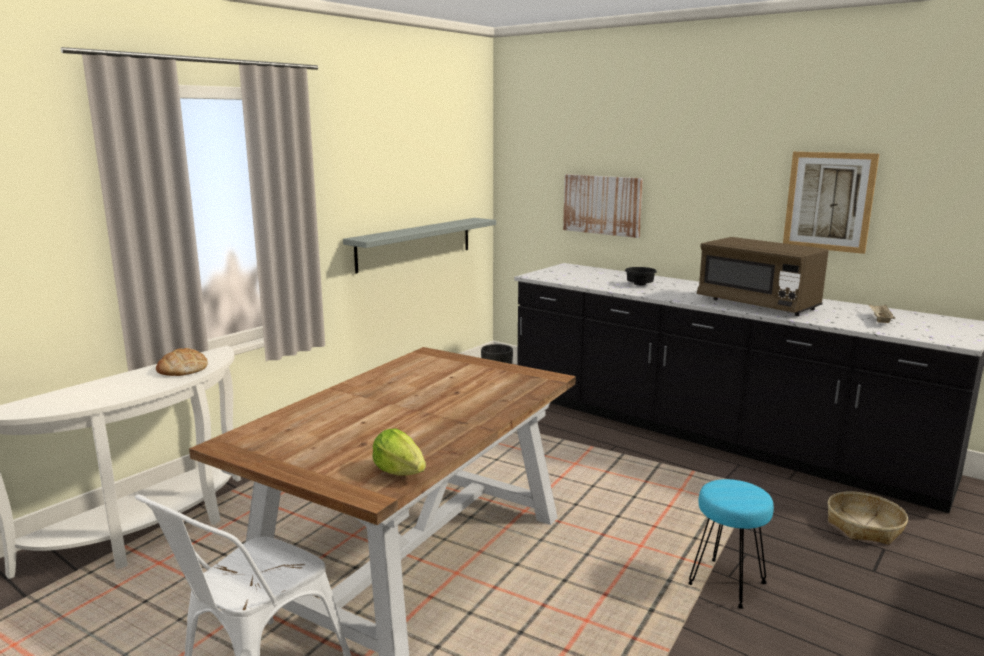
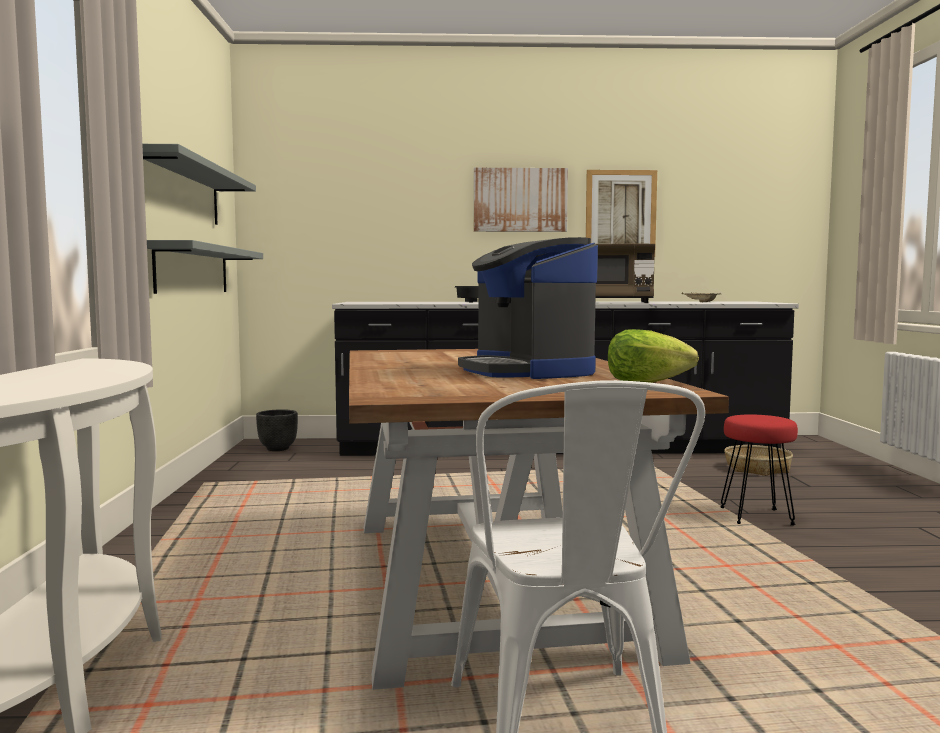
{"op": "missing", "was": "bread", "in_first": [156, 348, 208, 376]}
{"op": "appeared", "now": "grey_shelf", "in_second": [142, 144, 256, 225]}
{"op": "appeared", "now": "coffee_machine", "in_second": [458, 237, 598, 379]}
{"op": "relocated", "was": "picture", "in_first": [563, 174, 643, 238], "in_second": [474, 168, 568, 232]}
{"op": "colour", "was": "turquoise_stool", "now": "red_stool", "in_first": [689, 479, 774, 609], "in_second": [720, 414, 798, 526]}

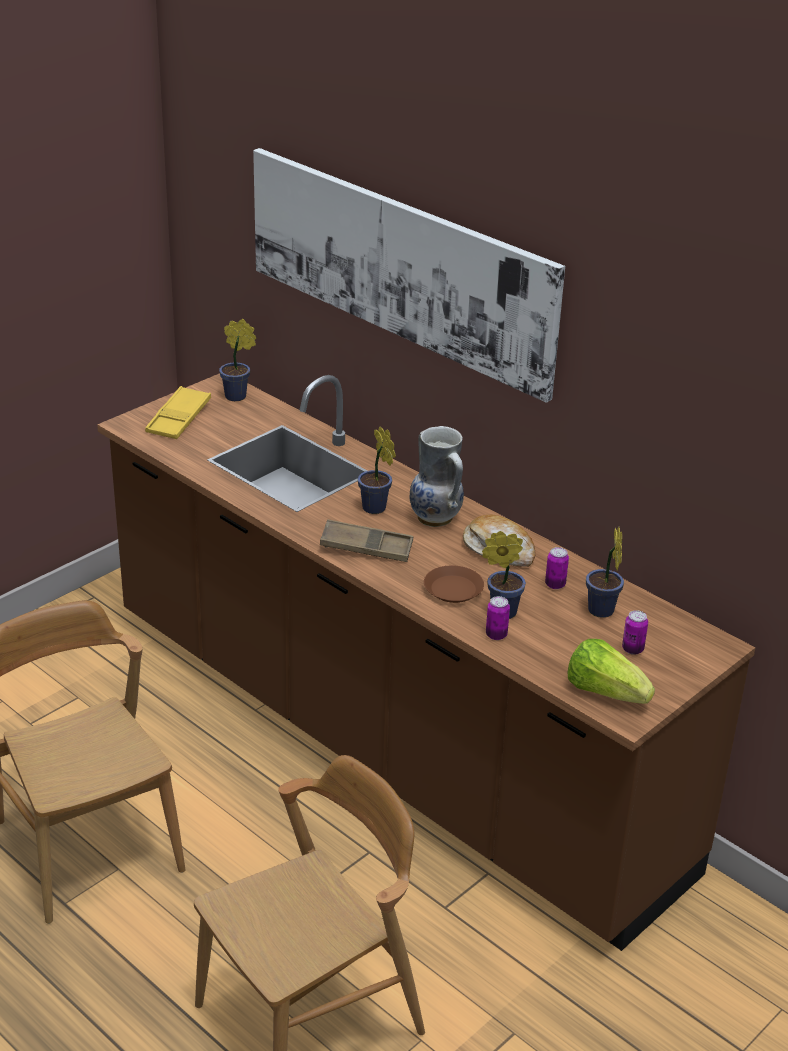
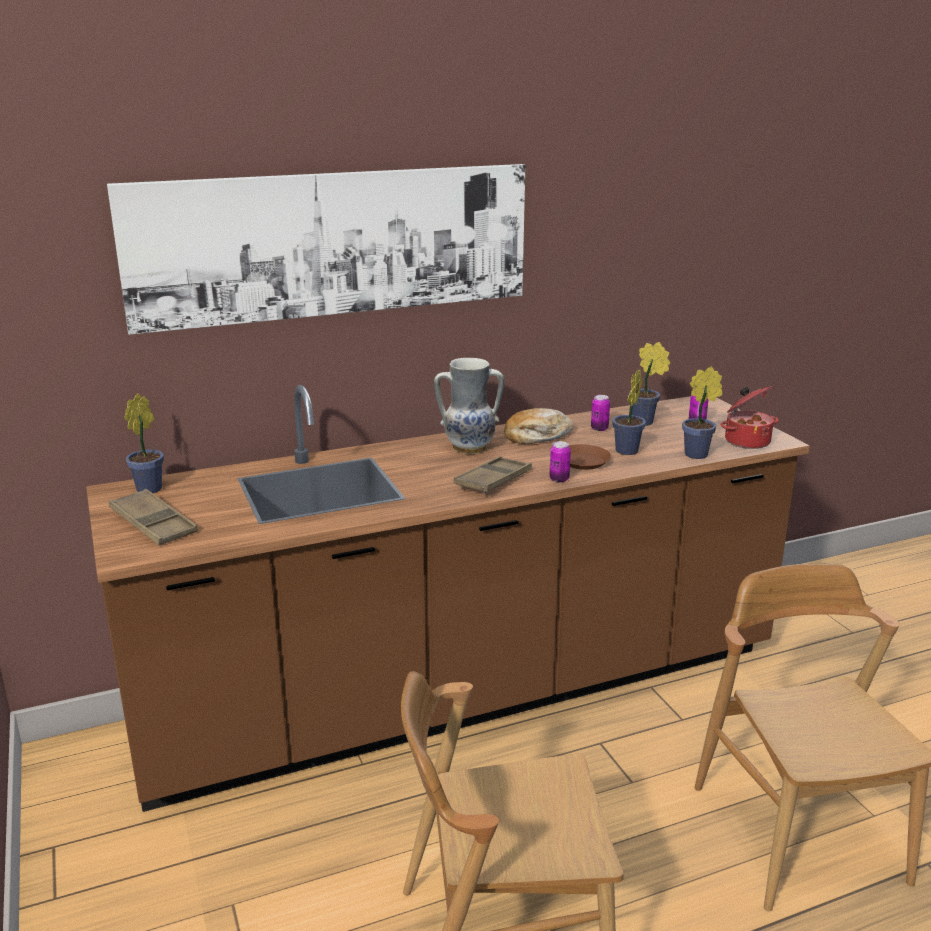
{"op": "relocated", "was": "potted_plant", "in_first": [358, 426, 396, 514], "in_second": [682, 366, 722, 459]}
{"op": "relocated", "was": "can", "in_first": [486, 596, 510, 640], "in_second": [549, 441, 571, 483]}
{"op": "exchanged", "was": "lettuce", "now": "cooking_pot", "in_first": [567, 639, 655, 704], "in_second": [720, 386, 778, 449]}
{"op": "colour", "was": "yellow_tray", "now": "brown_tray", "in_first": [145, 386, 211, 439], "in_second": [109, 489, 198, 545]}

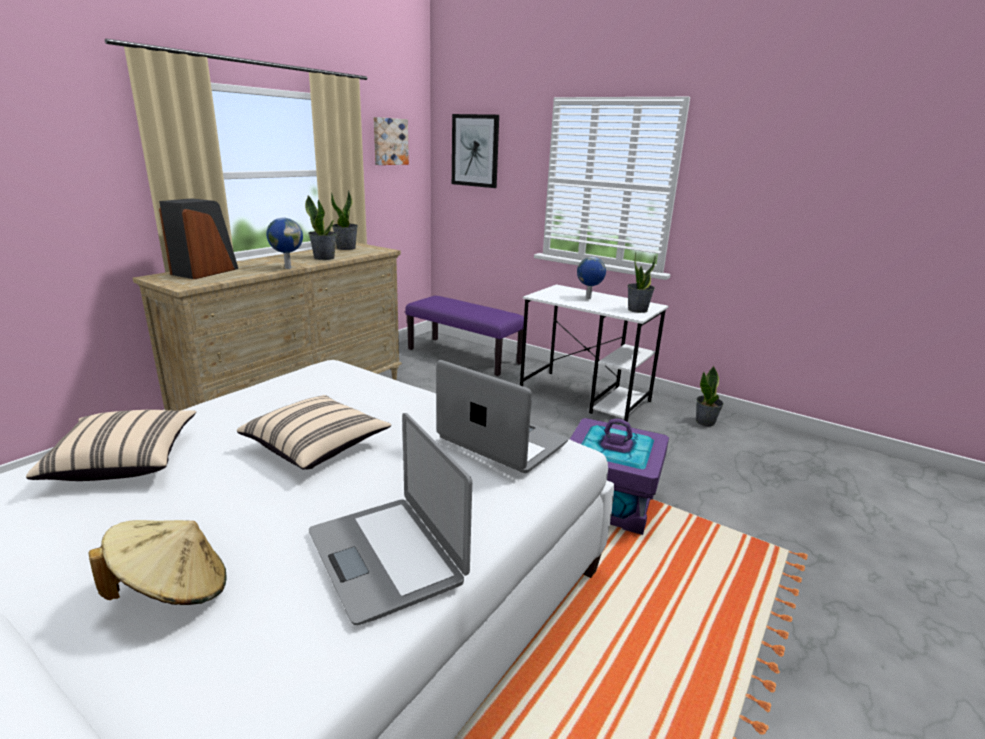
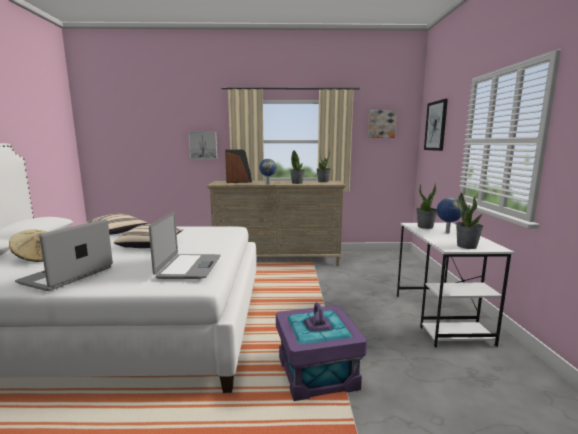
{"op": "missing", "was": "purple_bench", "in_first": [405, 296, 524, 376]}
{"op": "appeared", "now": "picture", "in_second": [188, 132, 217, 159]}
{"op": "relocated", "was": "potted_plant", "in_first": [696, 366, 724, 426], "in_second": [417, 183, 437, 229]}

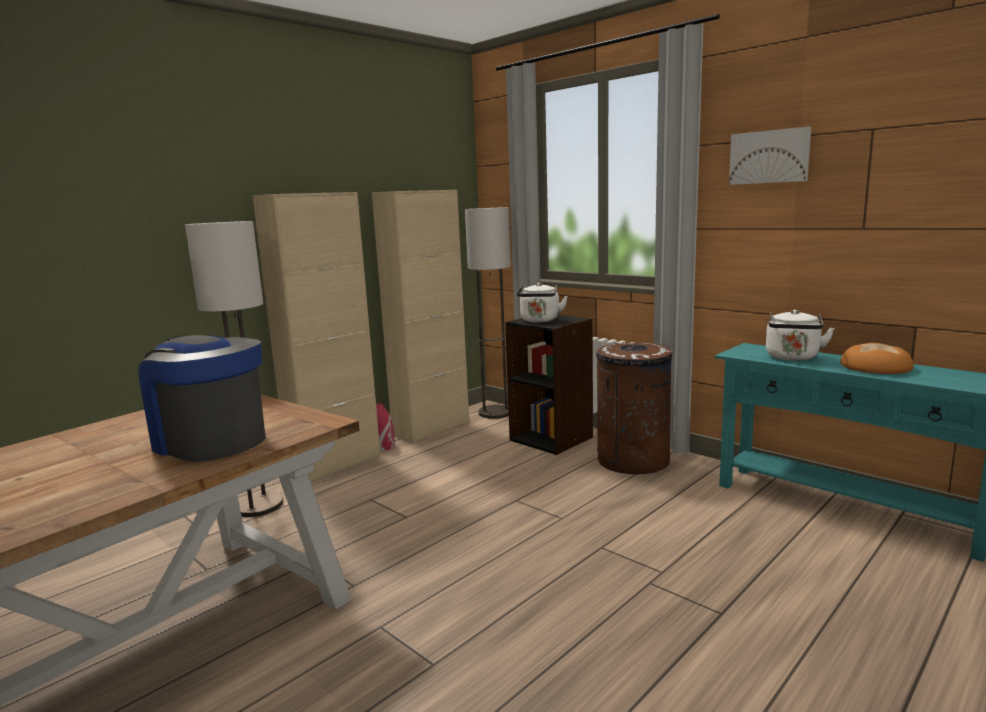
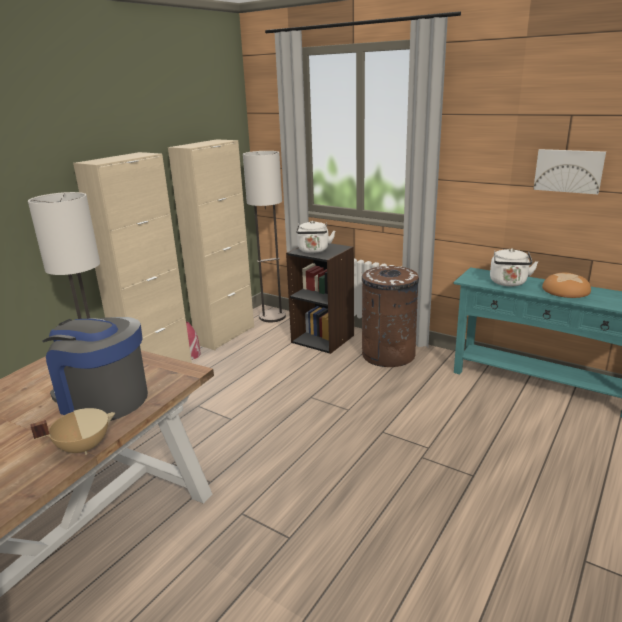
{"op": "appeared", "now": "beige_cooking_pot", "in_second": [30, 408, 115, 455]}
{"op": "relocated", "was": "picture", "in_first": [729, 127, 811, 185], "in_second": [533, 149, 606, 194]}

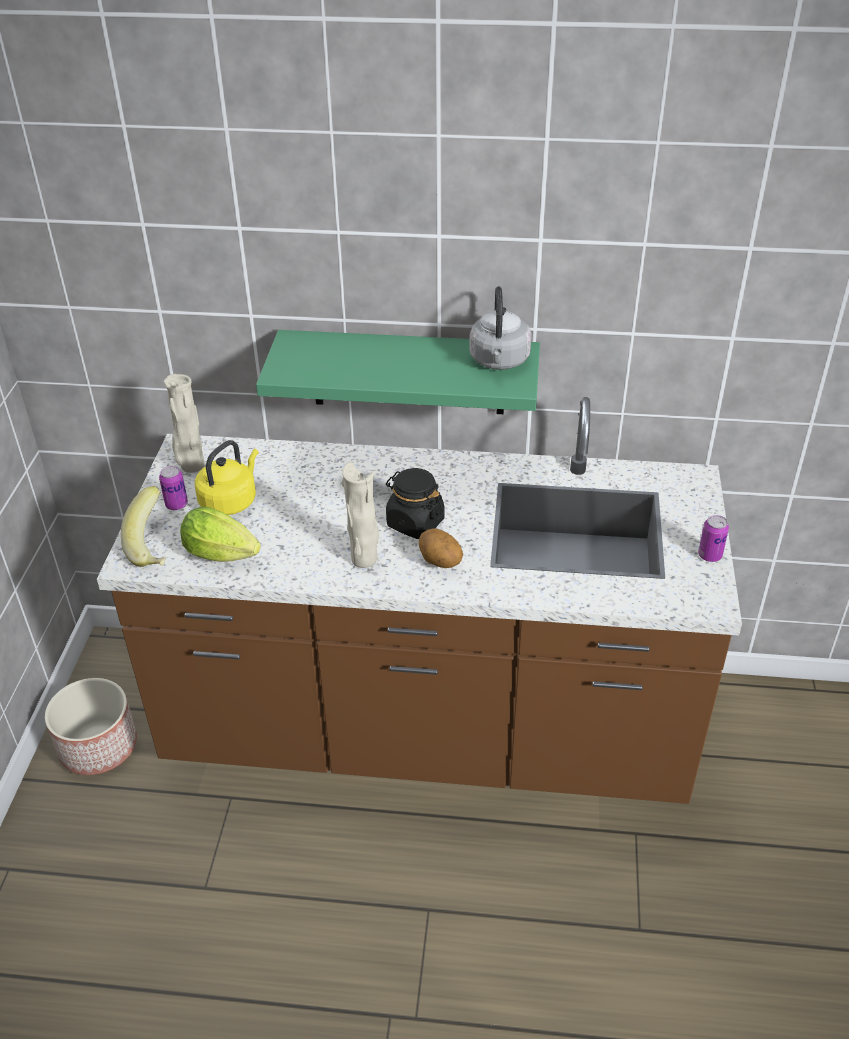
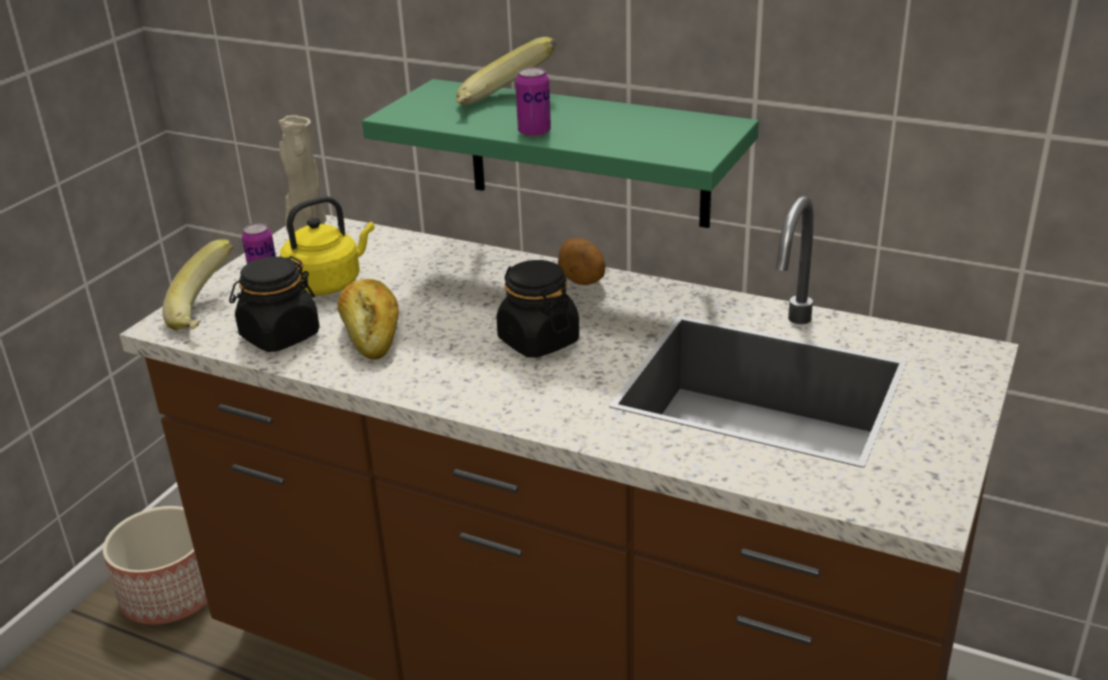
{"op": "missing", "was": "beige_vase", "in_first": [341, 462, 379, 568]}
{"op": "missing", "was": "grey_kettle", "in_first": [469, 286, 532, 370]}
{"op": "appeared", "now": "bread", "in_second": [337, 279, 399, 359]}
{"op": "appeared", "now": "banana", "in_second": [456, 37, 556, 105]}
{"op": "relocated", "was": "potato", "in_first": [419, 528, 463, 568], "in_second": [558, 238, 606, 285]}
{"op": "relocated", "was": "can", "in_first": [698, 515, 729, 562], "in_second": [515, 67, 551, 137]}
{"op": "exchanged", "was": "lettuce", "now": "black_jar", "in_first": [180, 507, 261, 562], "in_second": [229, 256, 320, 352]}

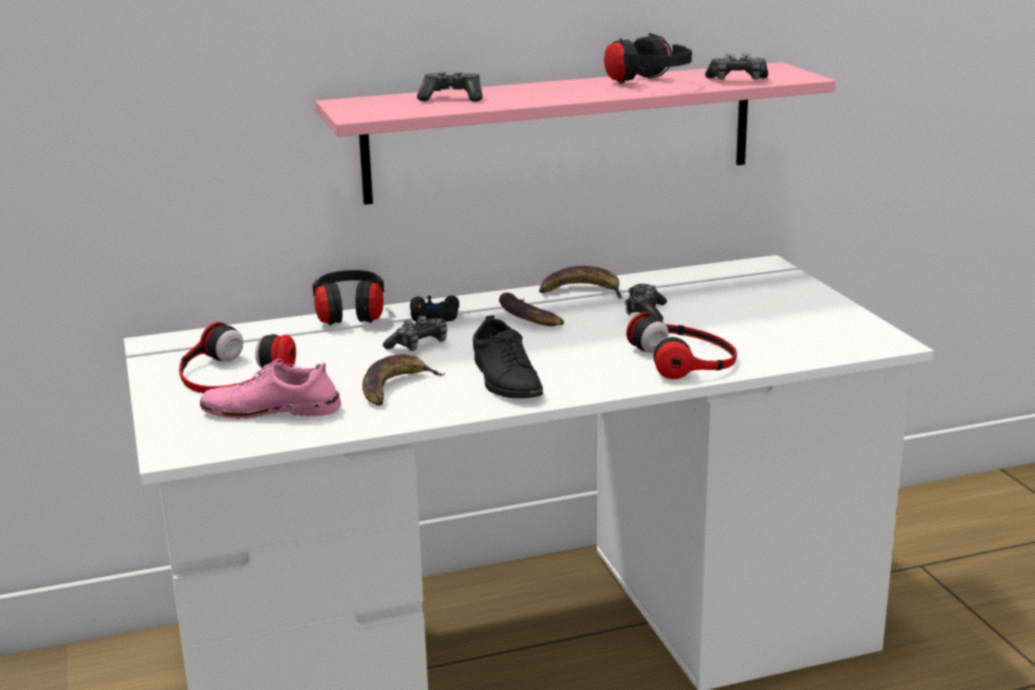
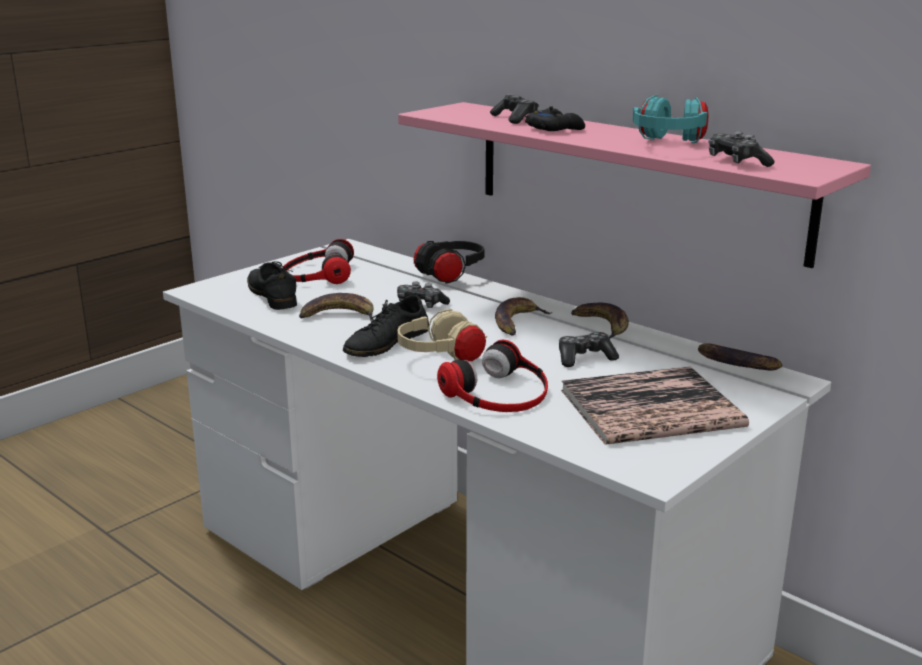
{"op": "appeared", "now": "beige_headphones", "in_second": [397, 309, 487, 361]}
{"op": "appeared", "now": "book", "in_second": [561, 366, 749, 445]}
{"op": "appeared", "now": "banana", "in_second": [698, 343, 782, 370]}
{"op": "relocated", "was": "black_game_controller", "in_first": [410, 296, 459, 321], "in_second": [525, 107, 585, 131]}
{"op": "colour", "was": "pink_shoe", "now": "black_shoe", "in_first": [200, 359, 341, 419], "in_second": [247, 261, 297, 310]}
{"op": "colour", "was": "black_headphones", "now": "turquoise_headphones", "in_first": [604, 34, 692, 84], "in_second": [633, 95, 708, 143]}

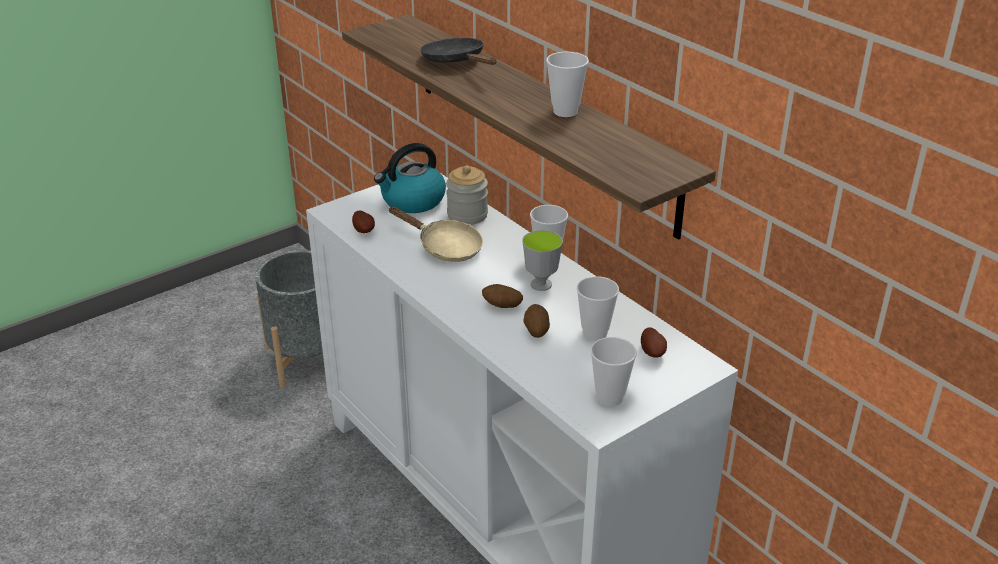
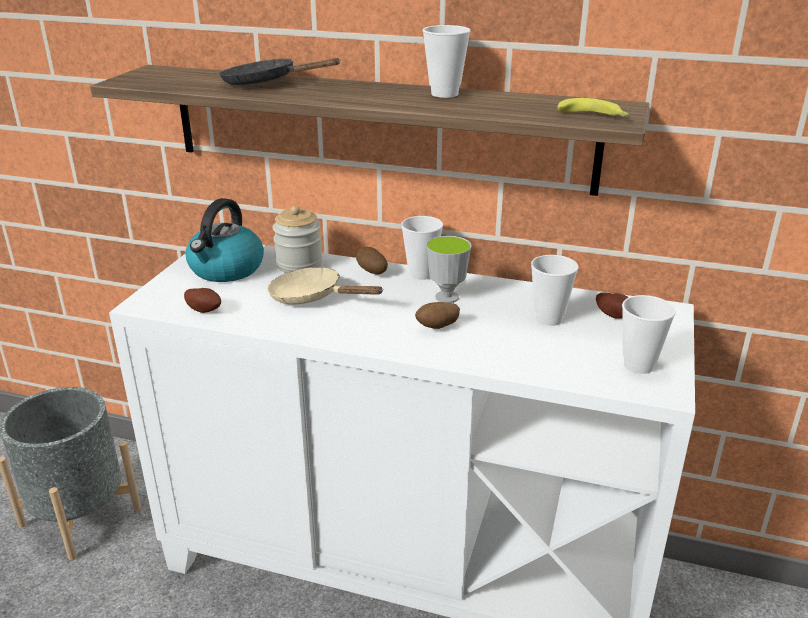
{"op": "appeared", "now": "banana", "in_second": [557, 98, 629, 117]}
{"op": "relocated", "was": "potato", "in_first": [524, 304, 550, 338], "in_second": [356, 247, 388, 275]}
{"op": "spun", "was": "beige_frying_pan", "in_first": [388, 206, 483, 262], "in_second": [267, 267, 384, 305], "clockwise": -150}

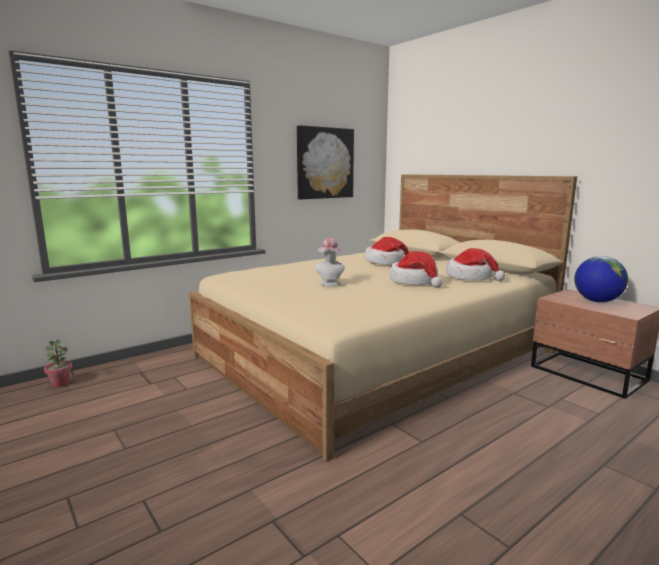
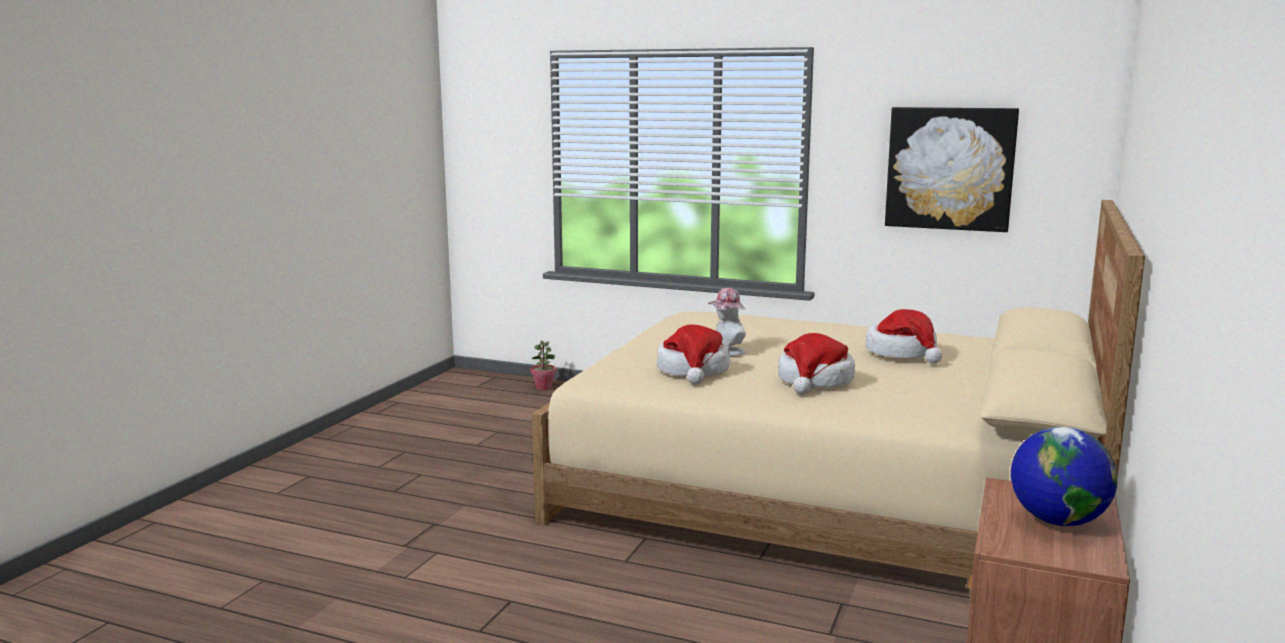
{"op": "relocated", "was": "hat", "in_first": [446, 248, 505, 281], "in_second": [657, 325, 730, 384]}

